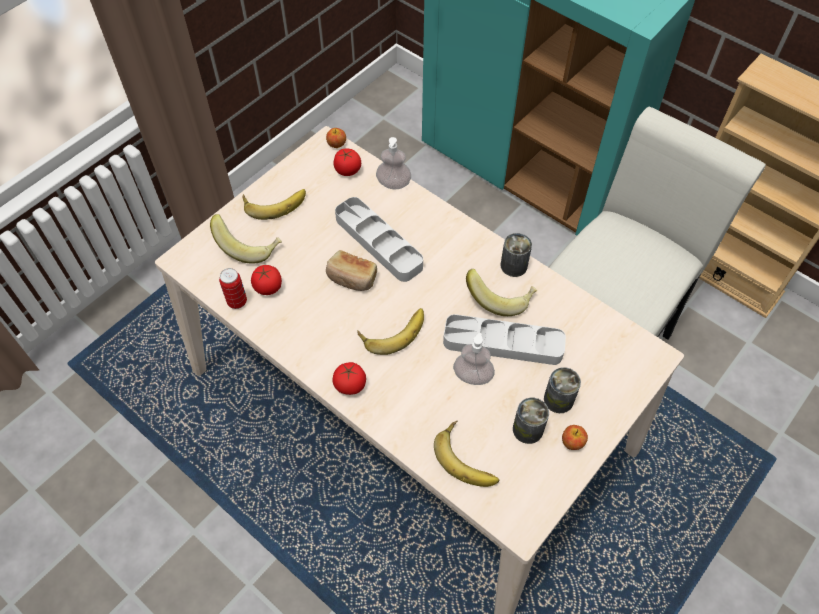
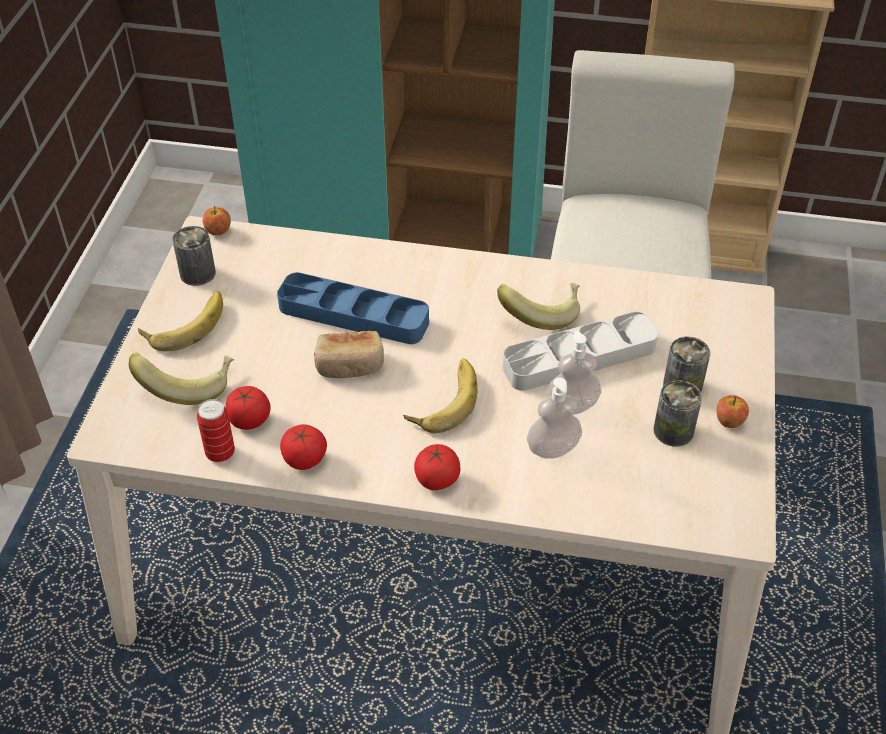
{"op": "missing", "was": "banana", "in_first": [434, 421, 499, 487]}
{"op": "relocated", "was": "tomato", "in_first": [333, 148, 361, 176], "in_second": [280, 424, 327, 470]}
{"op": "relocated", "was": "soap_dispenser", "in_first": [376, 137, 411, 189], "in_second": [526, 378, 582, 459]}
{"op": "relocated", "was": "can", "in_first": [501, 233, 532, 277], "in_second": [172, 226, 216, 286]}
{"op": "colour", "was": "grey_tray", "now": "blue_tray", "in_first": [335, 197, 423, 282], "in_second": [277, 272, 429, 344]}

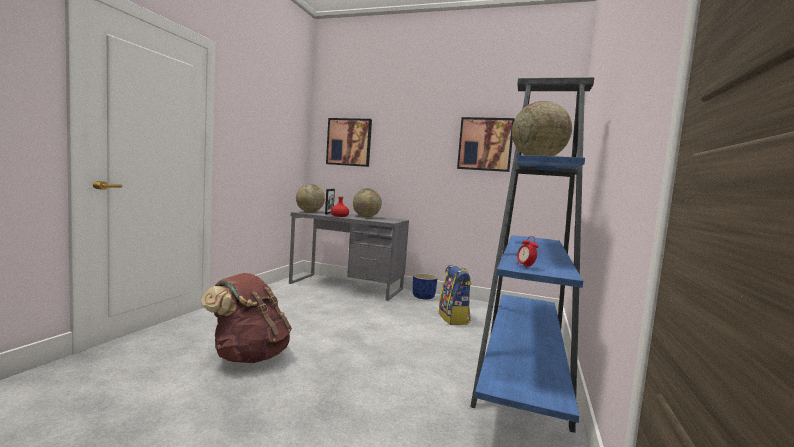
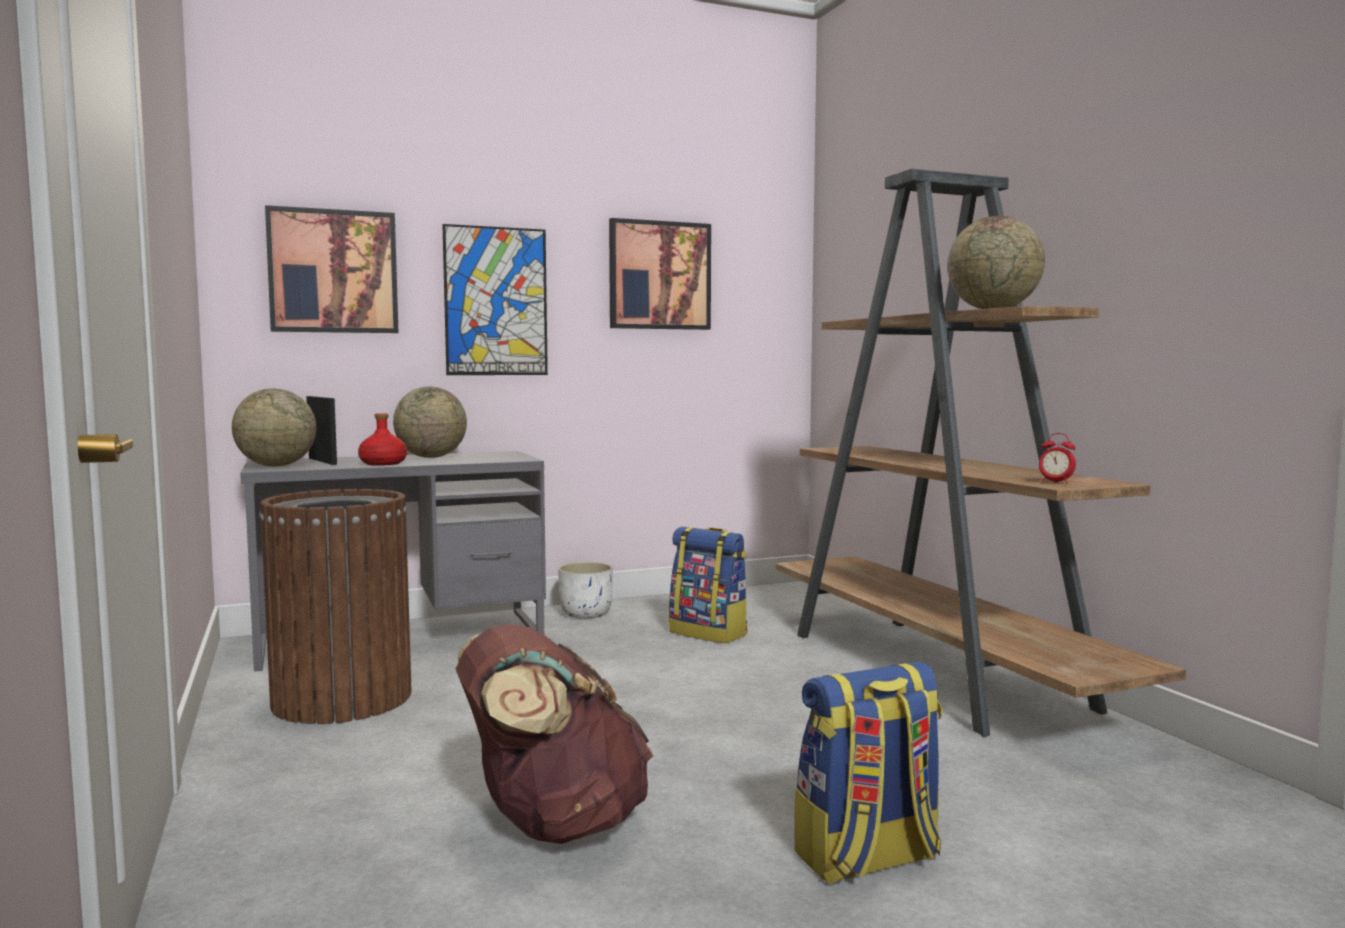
{"op": "appeared", "now": "brown_trash_can", "in_second": [259, 489, 411, 724]}
{"op": "appeared", "now": "picture", "in_second": [442, 224, 548, 375]}
{"op": "appeared", "now": "backpack", "in_second": [794, 662, 942, 884]}
{"op": "colour", "was": "blue_planter", "now": "white_planter", "in_first": [412, 273, 438, 300], "in_second": [558, 562, 613, 619]}
{"op": "colour", "was": "blue_bookcase", "now": "brown_bookcase", "in_first": [470, 77, 594, 433], "in_second": [776, 169, 1186, 737]}

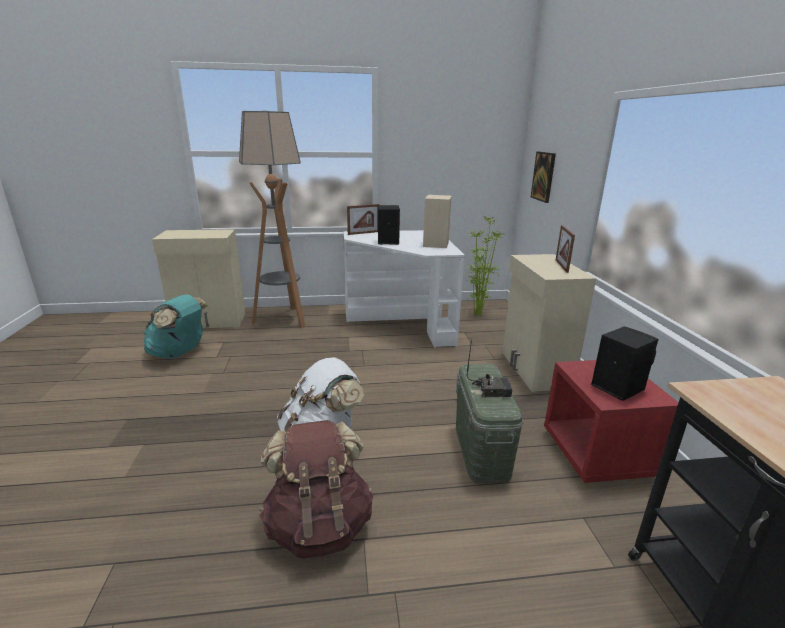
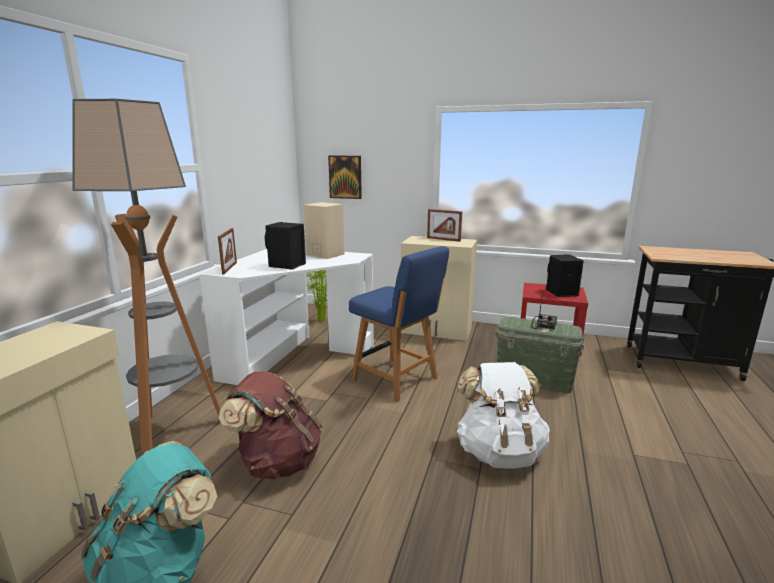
{"op": "appeared", "now": "blue_chair", "in_second": [349, 246, 449, 402]}
{"op": "relocated", "was": "brown_backpack", "in_first": [259, 420, 374, 559], "in_second": [219, 371, 322, 479]}

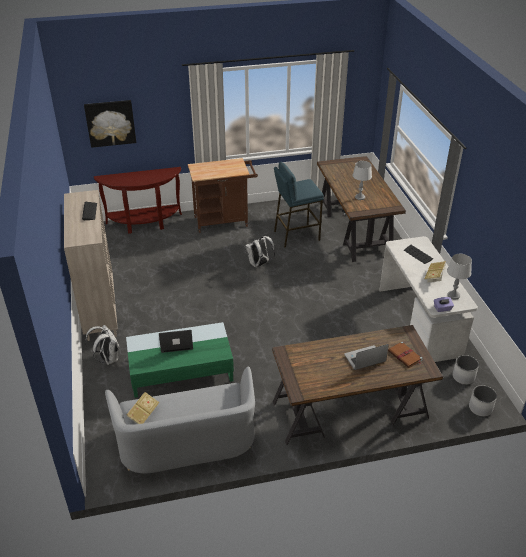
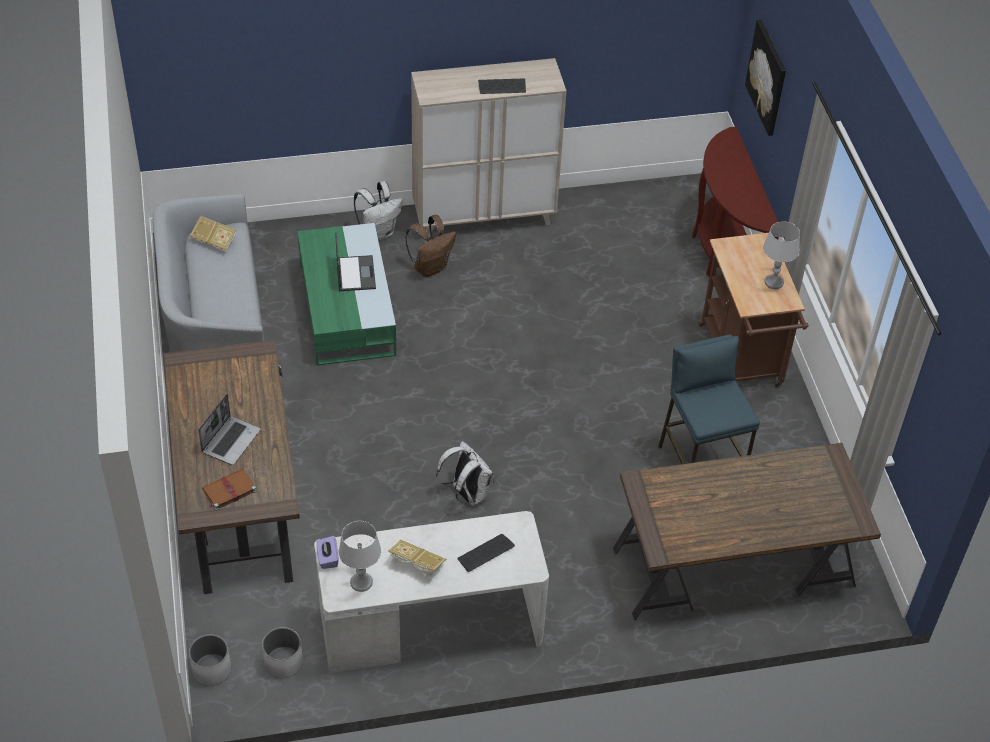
{"op": "appeared", "now": "brown_backpack", "in_second": [405, 215, 456, 277]}
{"op": "relocated", "was": "white_backpack", "in_first": [245, 236, 275, 268], "in_second": [436, 441, 494, 506]}
{"op": "relocated", "was": "grey_table_lamp", "in_first": [353, 161, 372, 200], "in_second": [763, 221, 800, 289]}
{"op": "spun", "was": "laptop", "in_first": [344, 344, 389, 370], "in_second": [198, 394, 261, 465], "clockwise": 45}

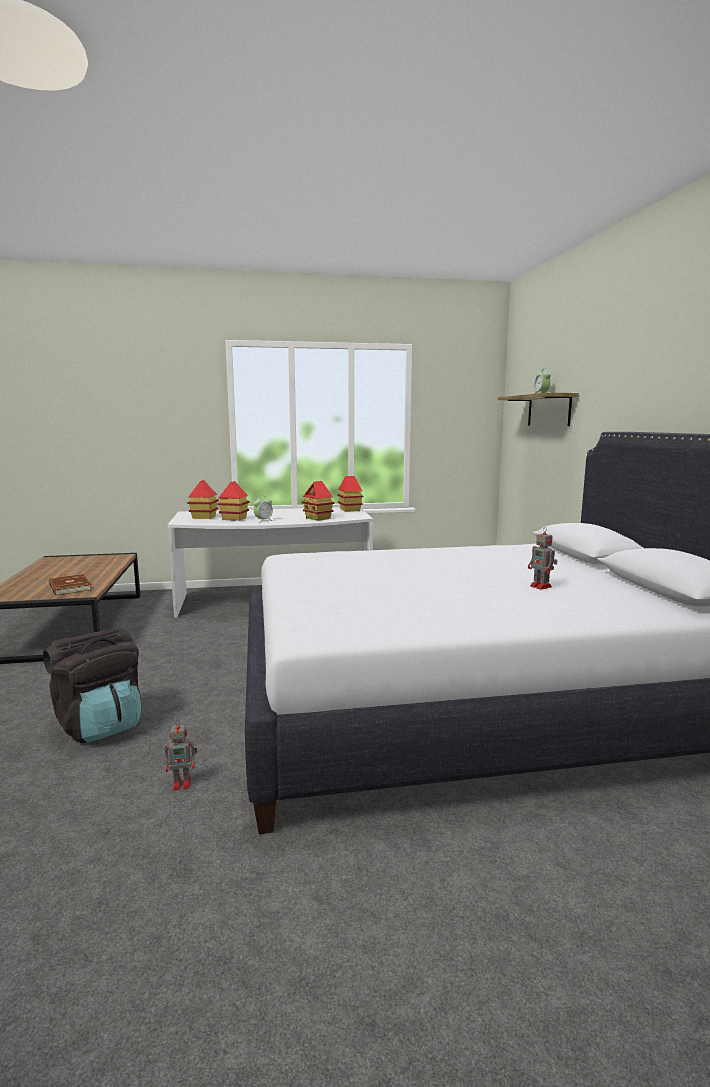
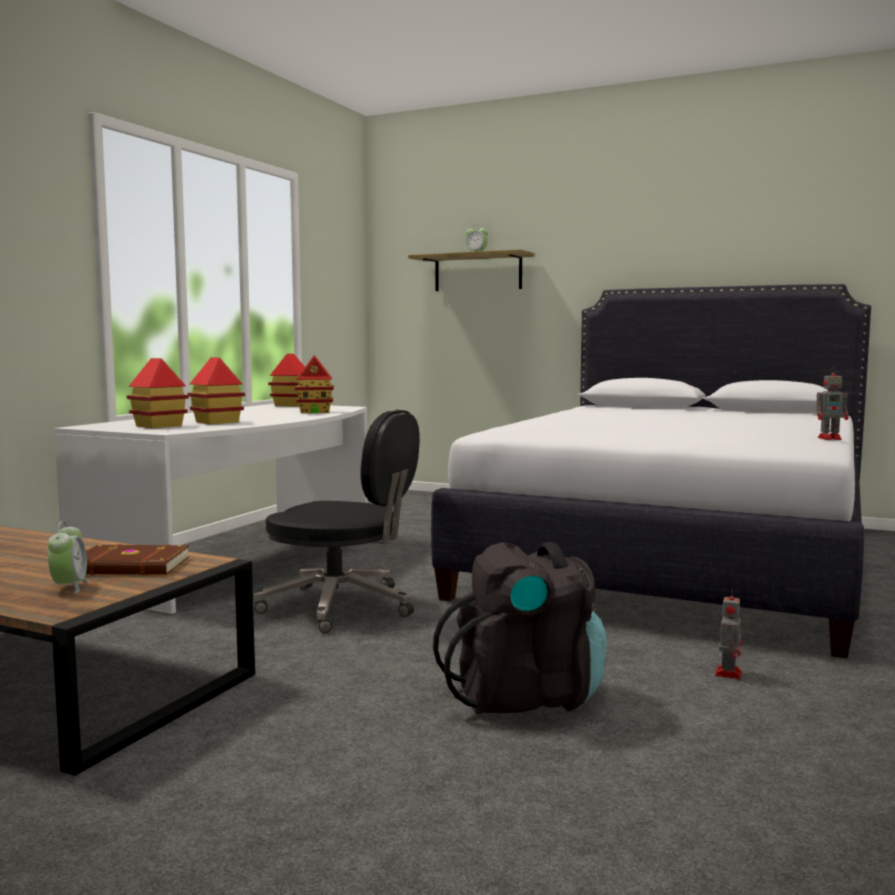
{"op": "appeared", "now": "black_office_chair", "in_second": [254, 410, 420, 633]}
{"op": "relocated", "was": "alarm_clock", "in_first": [253, 496, 273, 523], "in_second": [48, 521, 89, 594]}
{"op": "relocated", "was": "toy_robot", "in_first": [528, 527, 557, 590], "in_second": [816, 367, 849, 440]}

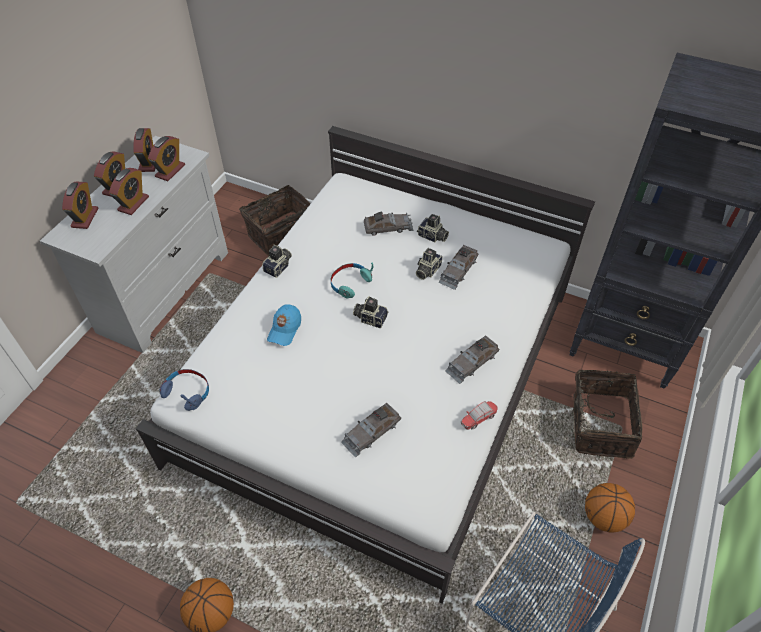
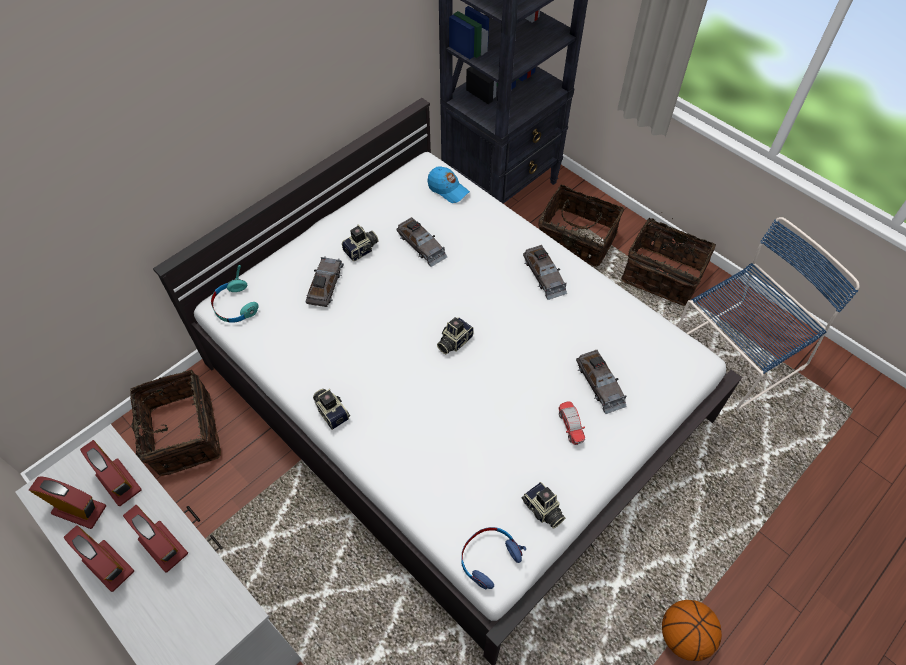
{"op": "missing", "was": "alarm_clock", "in_first": [62, 182, 98, 229]}
{"op": "relocated", "was": "blue_cap", "in_first": [267, 304, 301, 346], "in_second": [427, 166, 470, 203]}
{"op": "relocated", "was": "turquoise_headphones", "in_first": [331, 263, 373, 299], "in_second": [211, 265, 259, 323]}
{"op": "relocated", "was": "photo_camera", "in_first": [416, 248, 442, 280], "in_second": [521, 482, 565, 529]}
{"op": "relocated", "was": "toy_car", "in_first": [461, 401, 498, 430], "in_second": [558, 401, 585, 445]}
{"op": "exchanged", "was": "basketball", "now": "basket", "in_first": [585, 483, 635, 533], "in_second": [621, 218, 716, 306]}

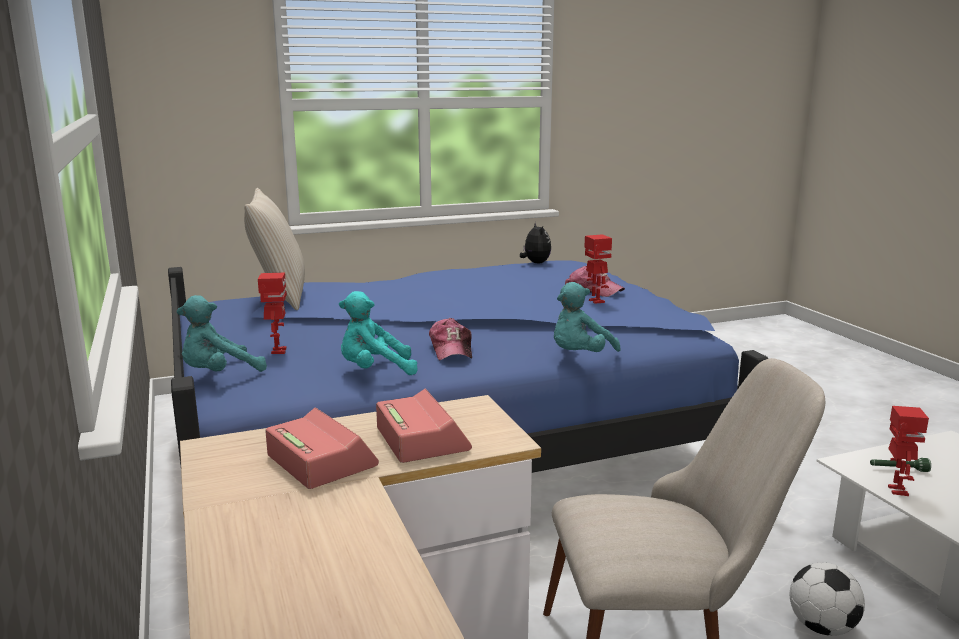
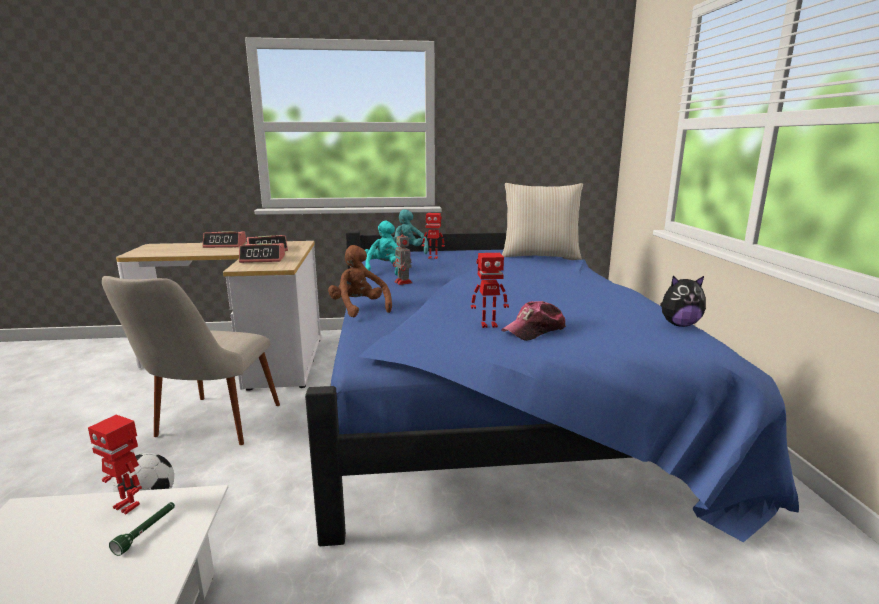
{"op": "appeared", "now": "alarm_clock", "in_second": [202, 231, 246, 248]}
{"op": "exchanged", "was": "cap", "now": "toy_robot", "in_first": [429, 318, 472, 361], "in_second": [393, 230, 412, 285]}
{"op": "colour", "was": "turquoise_plush_toy", "now": "brown_plush_toy", "in_first": [554, 282, 621, 352], "in_second": [328, 245, 392, 317]}

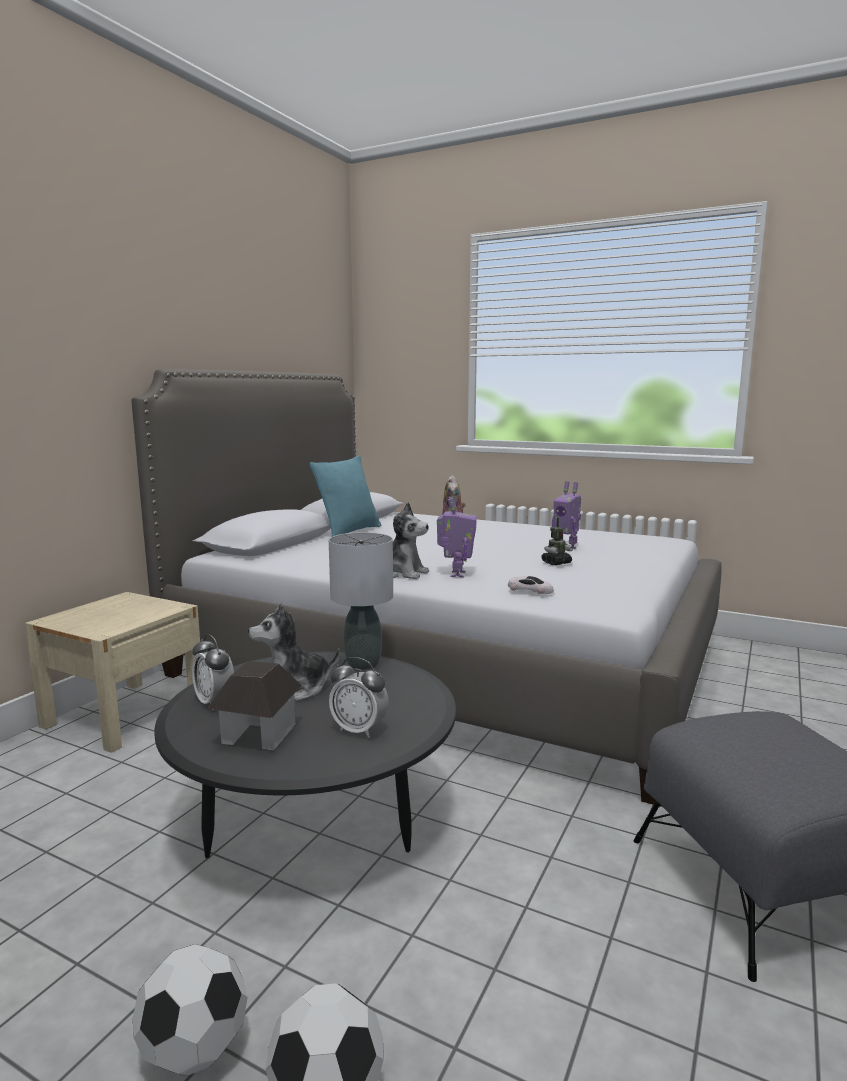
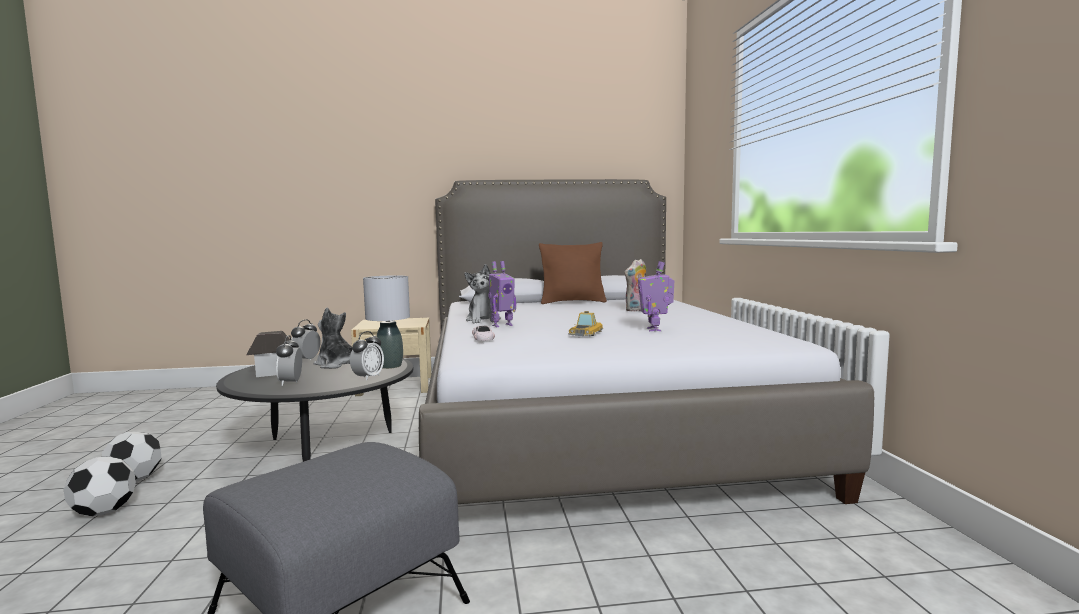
{"op": "appeared", "now": "alarm_clock", "in_second": [350, 331, 384, 381]}
{"op": "exchanged", "was": "toy_robot", "now": "toy_car", "in_first": [541, 518, 573, 565], "in_second": [568, 311, 603, 336]}
{"op": "colour", "was": "turquoise_pillow", "now": "brown_pillow", "in_first": [310, 455, 381, 537], "in_second": [539, 242, 607, 304]}

